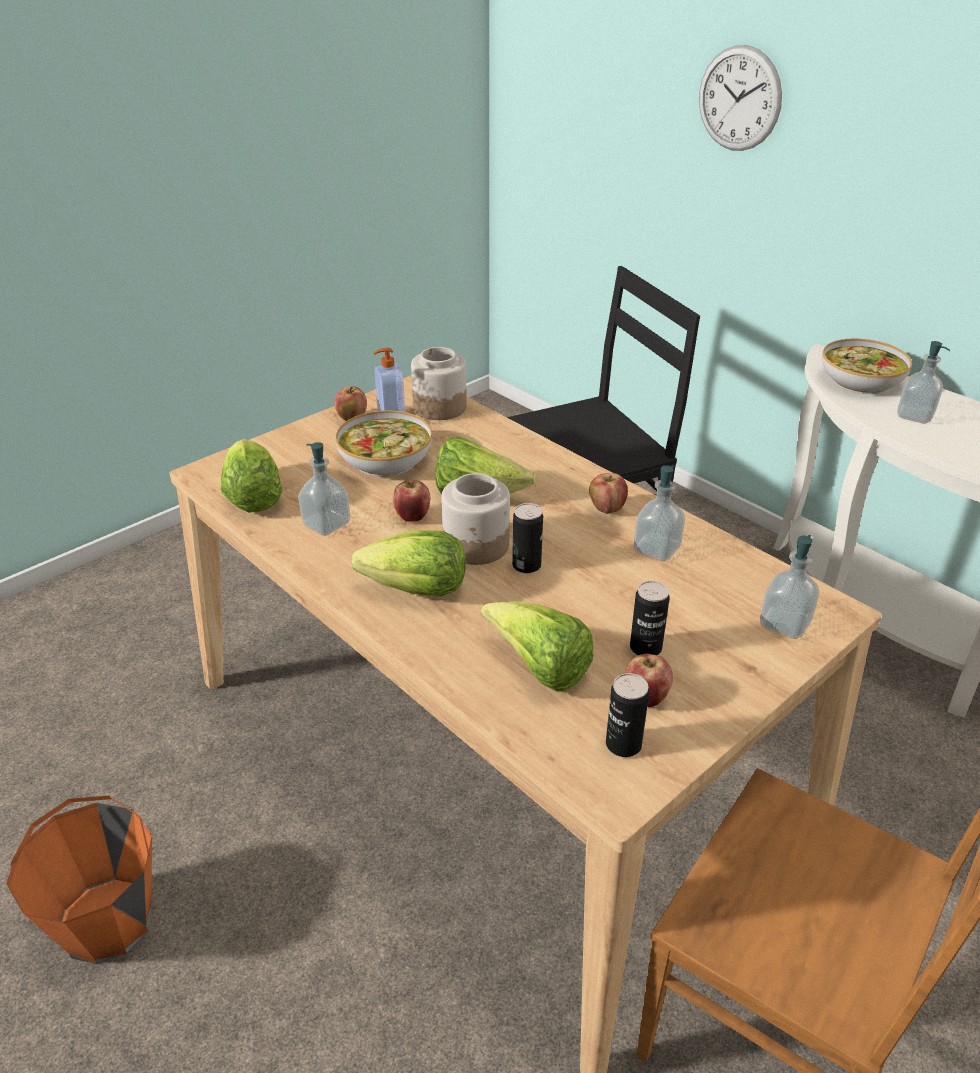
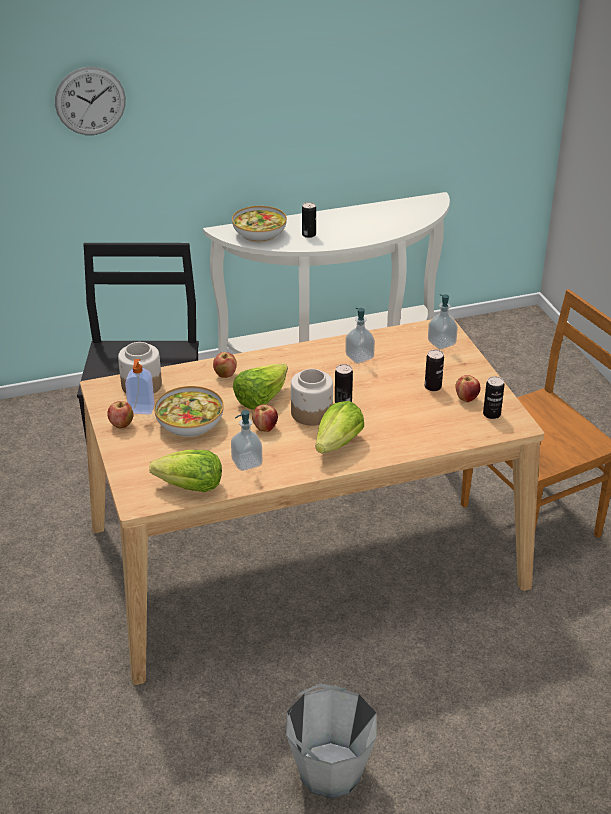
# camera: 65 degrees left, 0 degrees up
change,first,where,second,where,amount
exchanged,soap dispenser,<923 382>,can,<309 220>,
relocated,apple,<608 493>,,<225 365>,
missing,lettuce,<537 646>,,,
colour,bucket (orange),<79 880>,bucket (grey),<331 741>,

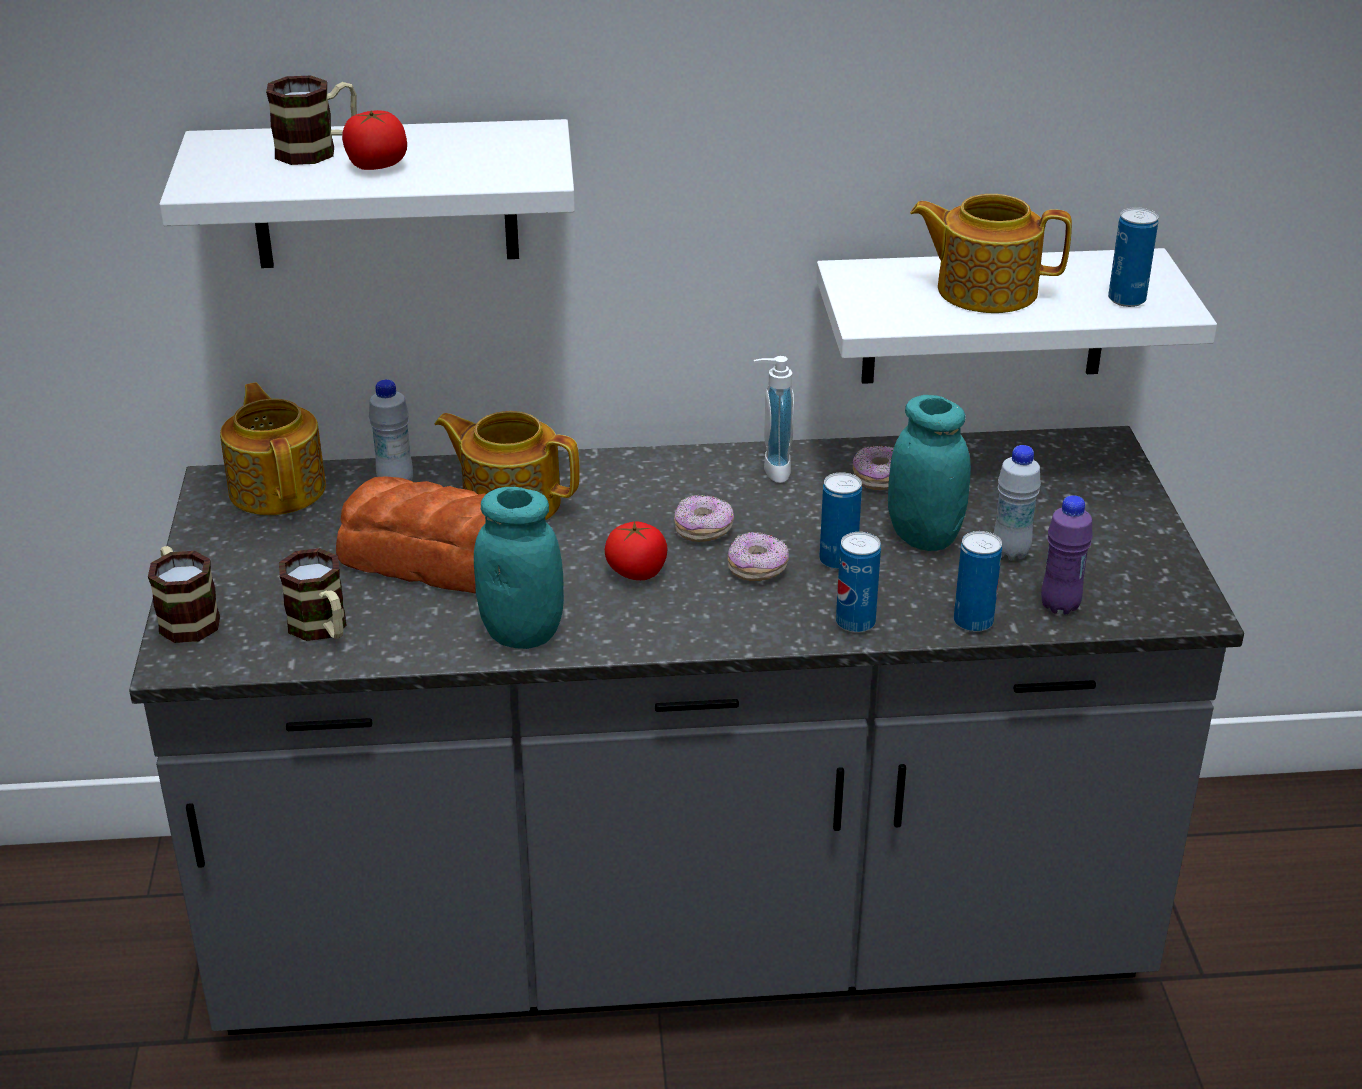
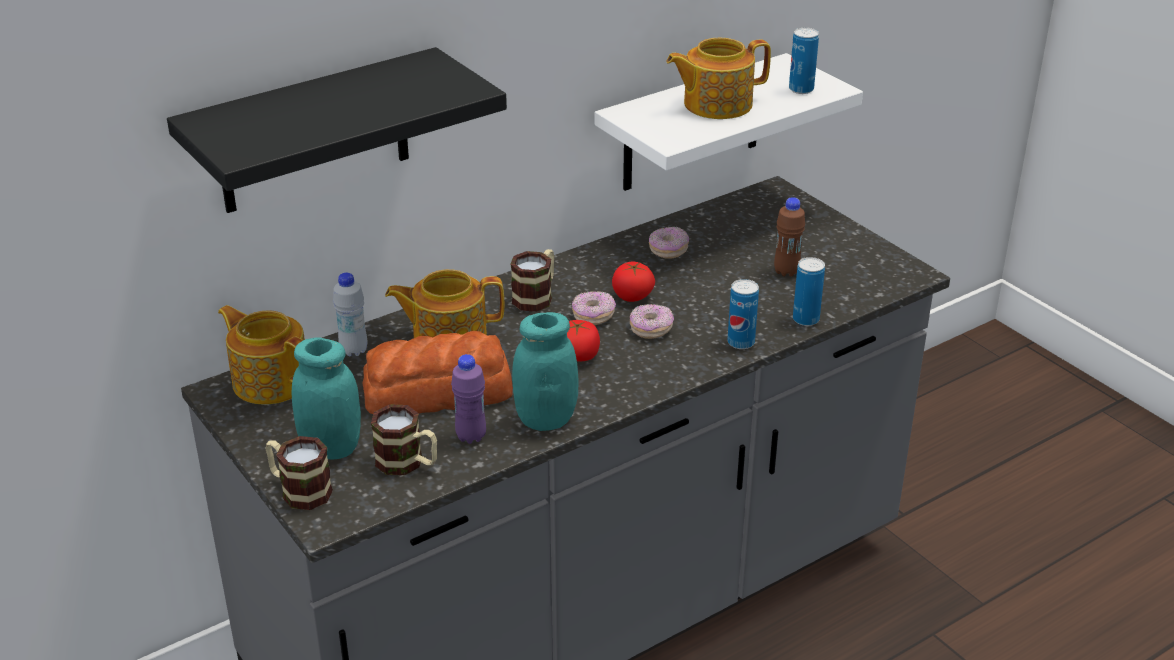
# camera: 30 degrees left, 0 degrees up
change,first,where,second,where,amount
relocated,mug,<311 120>,,<532 280>,
relocated,tomato,<374 140>,,<633 282>,
colour,shelf (white),<367 193>,shelf (black),<337 130>,
missing,soap dispenser,<774 419>,,,
relocated,jar (turquoise),<929 473>,,<326 398>,
colour,bottle (white),<1017 502>,bottle (brown),<789 237>,
missing,can,<840 521>,,,
relocated,bottle (purple),<1067 554>,,<468 399>,

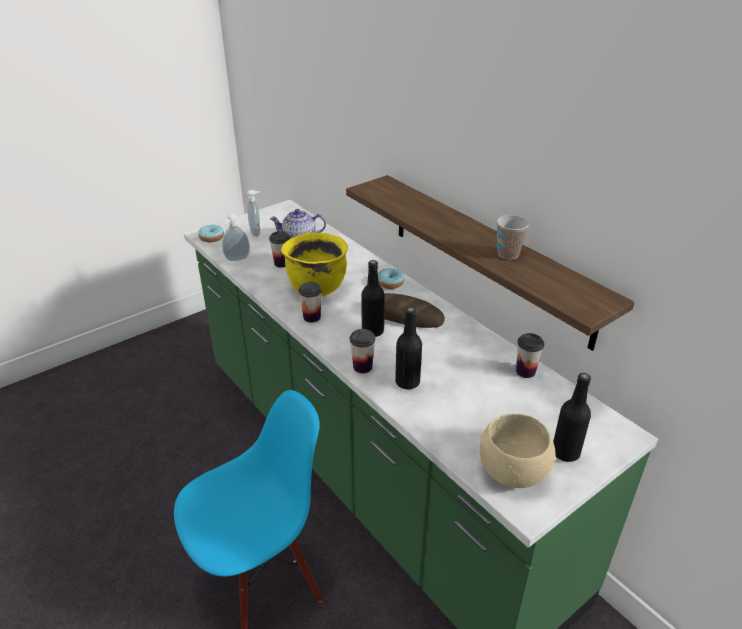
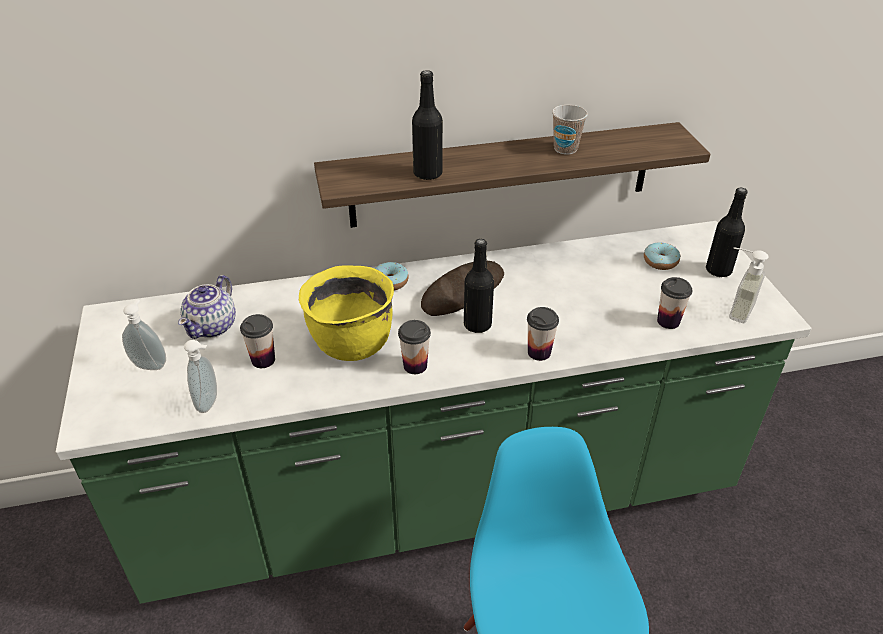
# camera: 65 degrees left, 5 degrees up
change,first,where,second,where,amount
relocated,donut,<211 233>,,<662 256>,
relocated,bottle (black),<408 348>,,<427 125>,
relocated,cup,<530 355>,,<674 303>,
exchanged,bowl (beige),<517 451>,soap dispenser,<748 285>,

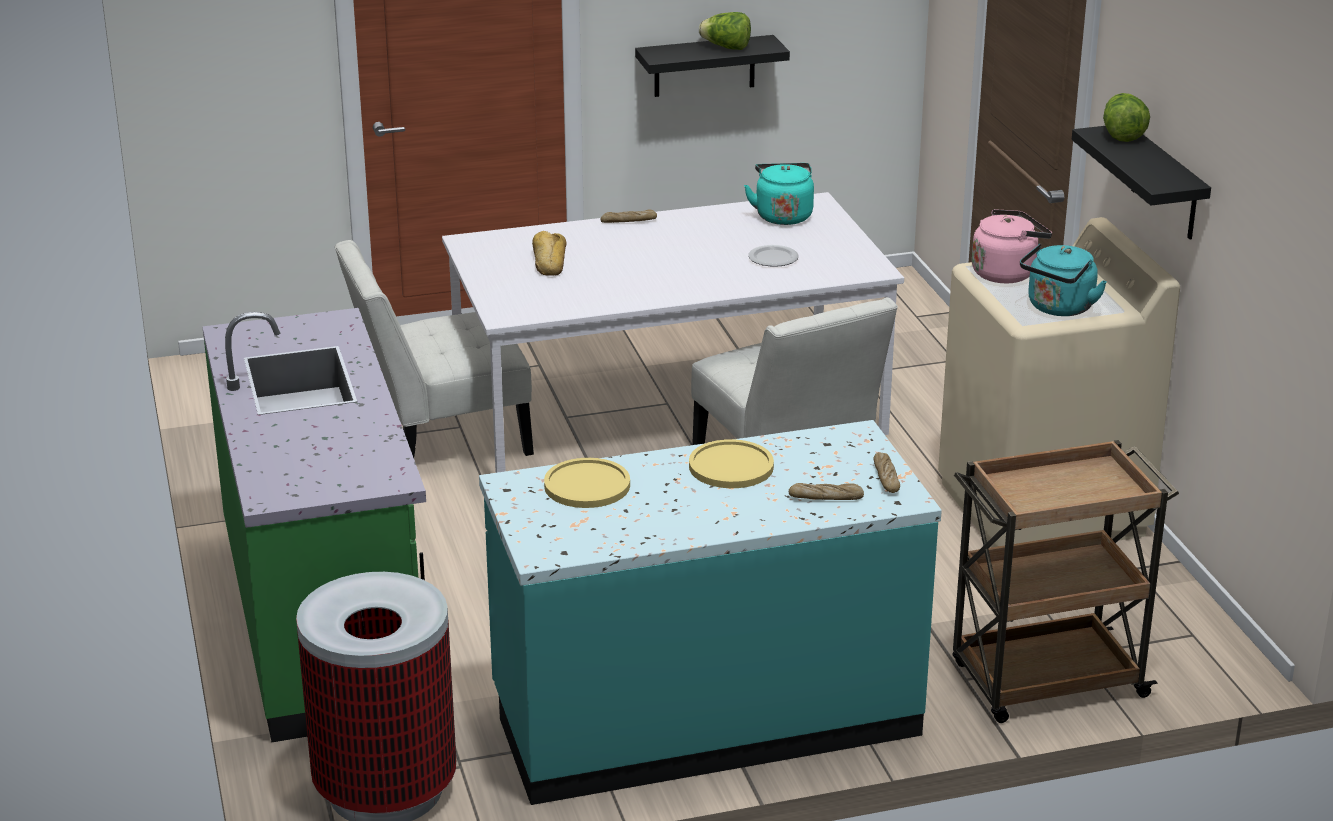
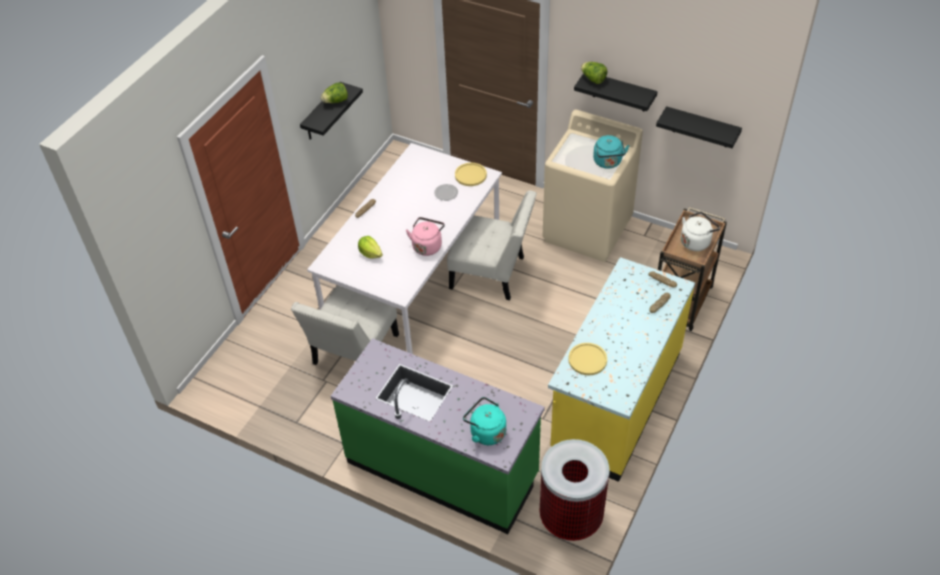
# camera: 45 degrees left, 20 degrees up
change,first,where,second,where,amount
relocated,kettle (turquoise),<779 194>,,<484 421>,
relocated,kettle (pink),<1012 246>,,<425 236>,
exchanged,bread,<549 253>,lettuce,<370 247>,
colour,counter (turquoise),<710 612>,counter (yellow),<621 369>,
relocated,plate (yellow),<731 463>,,<471 174>,
appeared,,,shelf (black),<699 127>,
appeared,,,kettle (white),<700 231>,

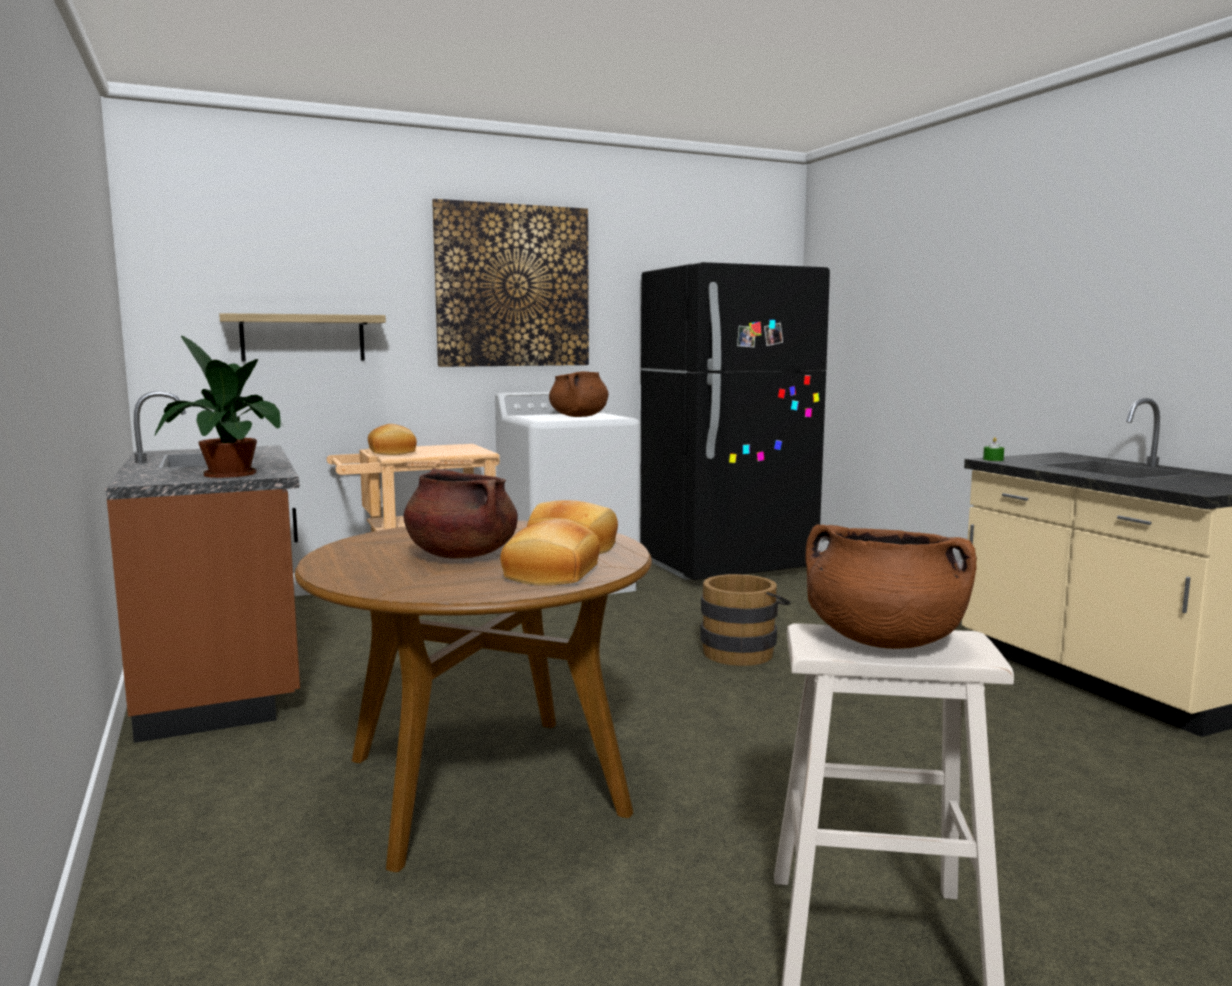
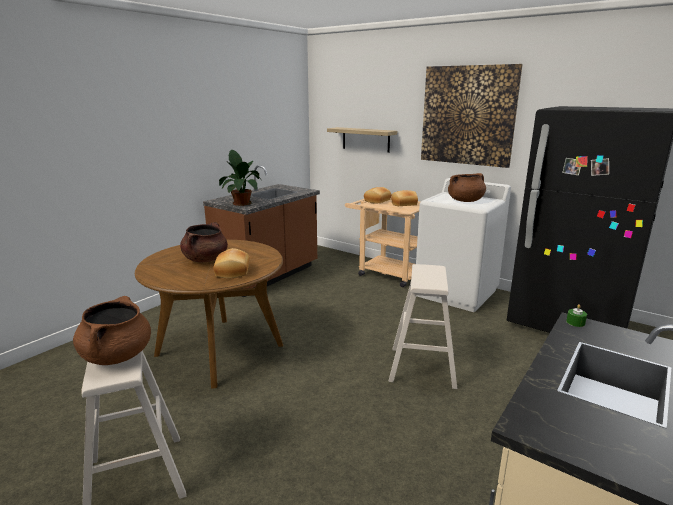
# camera: 60 degrees right, 10 degrees up
change,first,where,second,where,amount
relocated,bread,<550 552>,,<404 198>,
exchanged,bucket (brown),<745 620>,stool (beige),<423 326>,

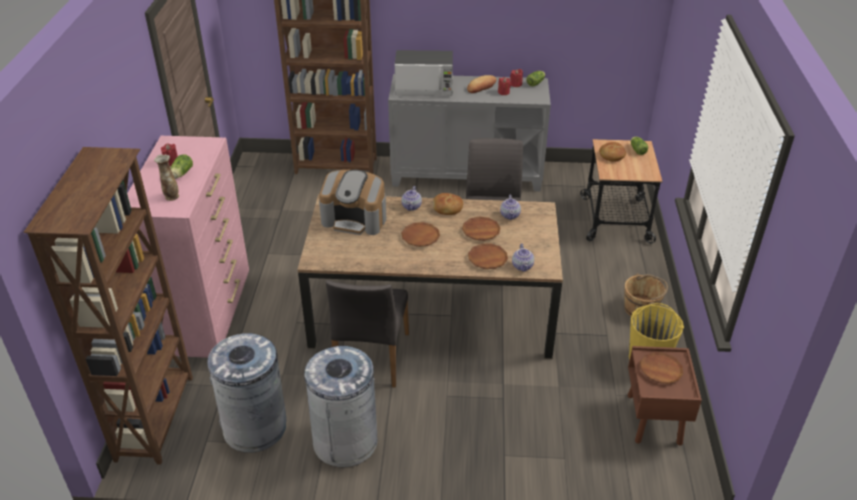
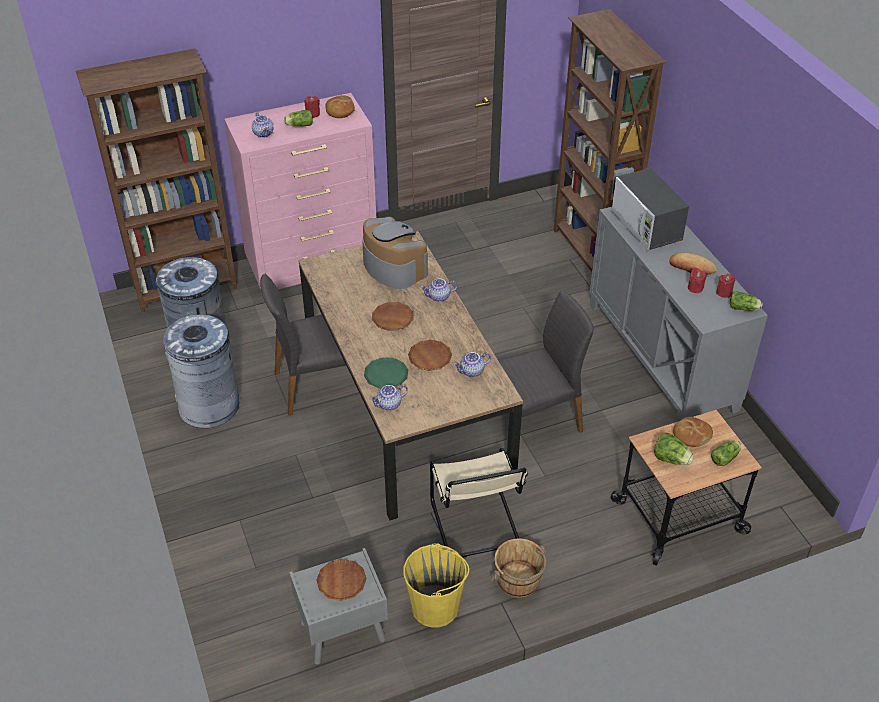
# camera: 65 degrees right, 5 degrees up
change,first,where,second,where,amount
exchanged,vase,<166 177>,teapot,<262 125>,
spun,coffee machine,<352 202>,,<395 253>,150 degrees clockwise
relocated,bread,<448 204>,,<340 106>,
colour,plate (brown),<488 256>,plate (green),<386 373>,
colour,nightstand (brown),<665 396>,nightstand (grey),<338 606>,
appeared,,,lettuce,<674 449>,
appeared,,,chair (beige),<479 503>,

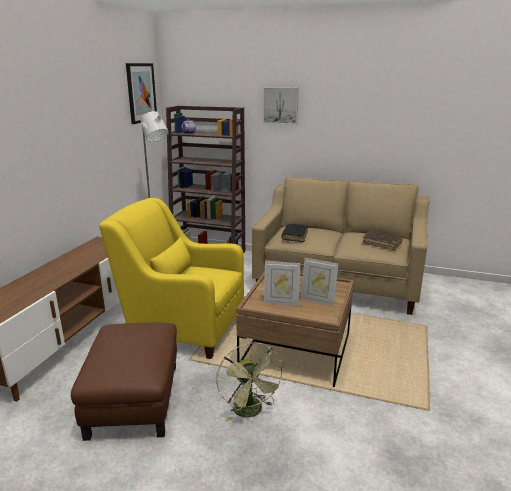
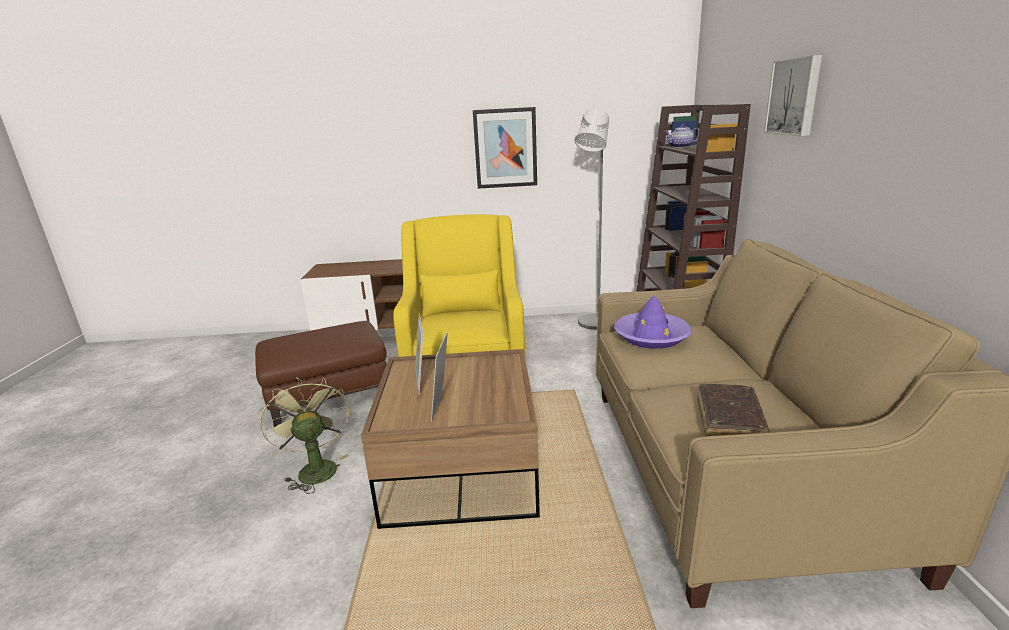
# camera: 70 degrees right, 0 degrees up
change,first,where,second,where,amount
relocated,picture,<141 93>,,<505 148>,
exchanged,book (black),<294 233>,hat (purple),<653 322>,
spun,fan (green),<250 382>,,<304 435>,105 degrees clockwise

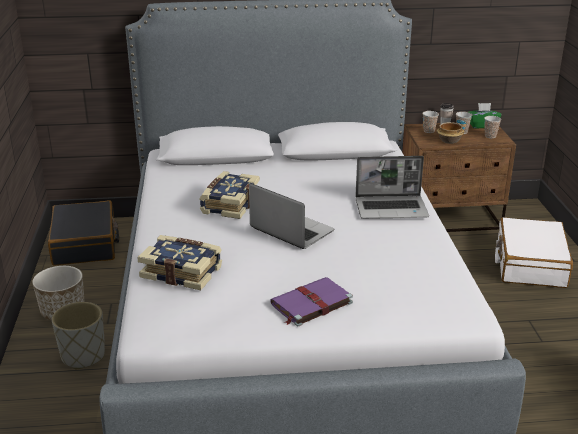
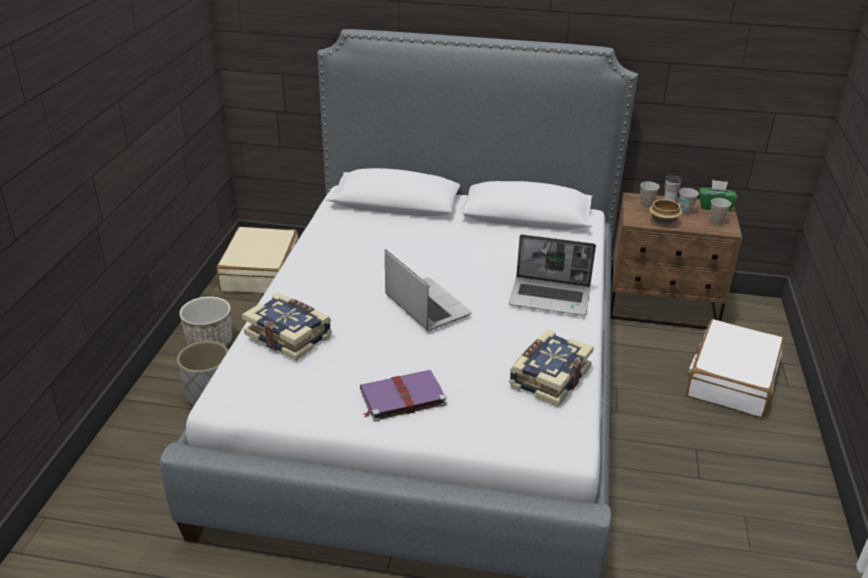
# camera: 15 degrees right, 5 degrees up
change,first,where,second,where,amount
relocated,book,<229 195>,,<551 368>,
colour,suitcase (black),<83 233>,suitcase (beige),<257 260>,

